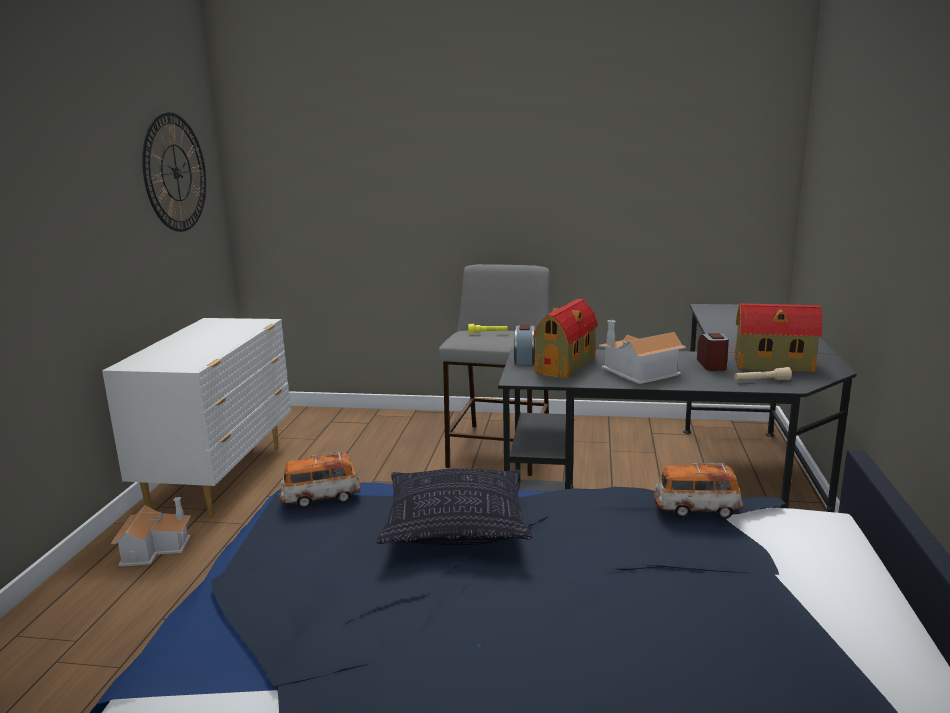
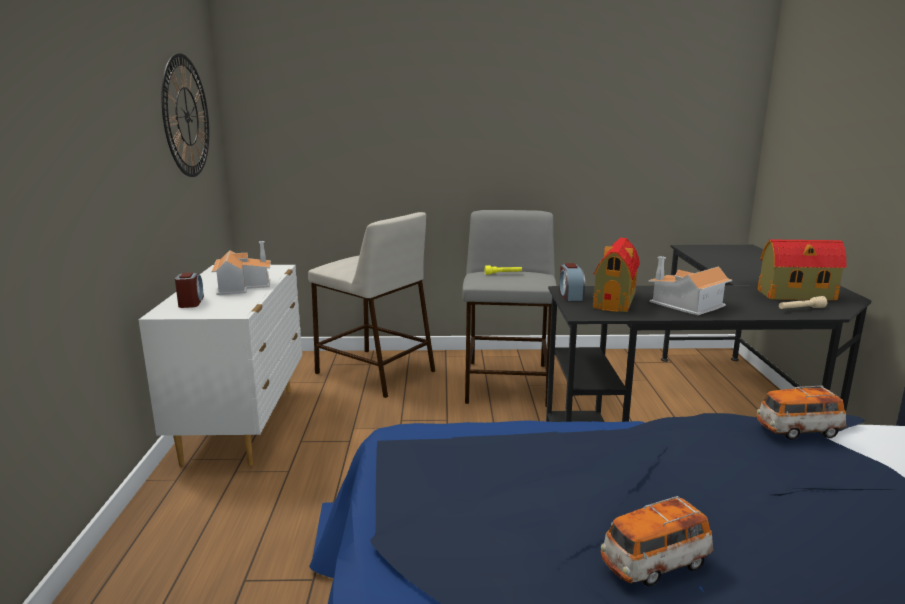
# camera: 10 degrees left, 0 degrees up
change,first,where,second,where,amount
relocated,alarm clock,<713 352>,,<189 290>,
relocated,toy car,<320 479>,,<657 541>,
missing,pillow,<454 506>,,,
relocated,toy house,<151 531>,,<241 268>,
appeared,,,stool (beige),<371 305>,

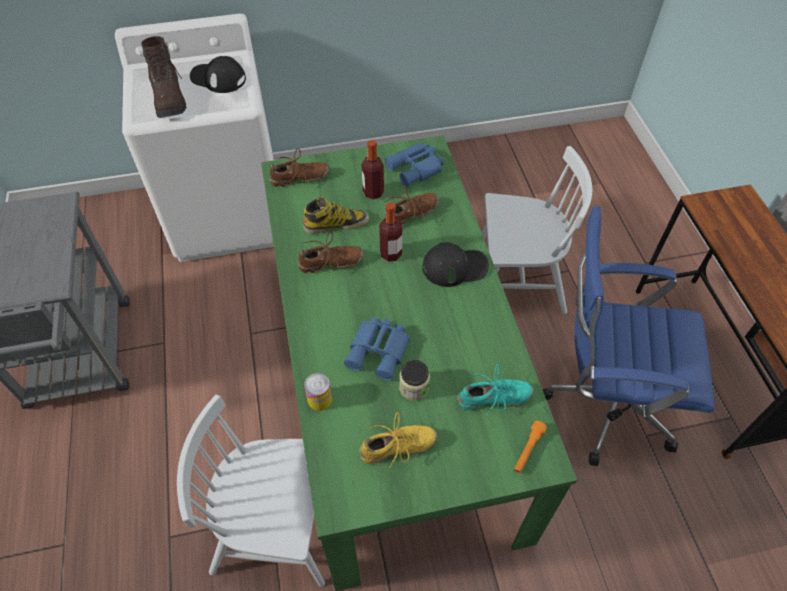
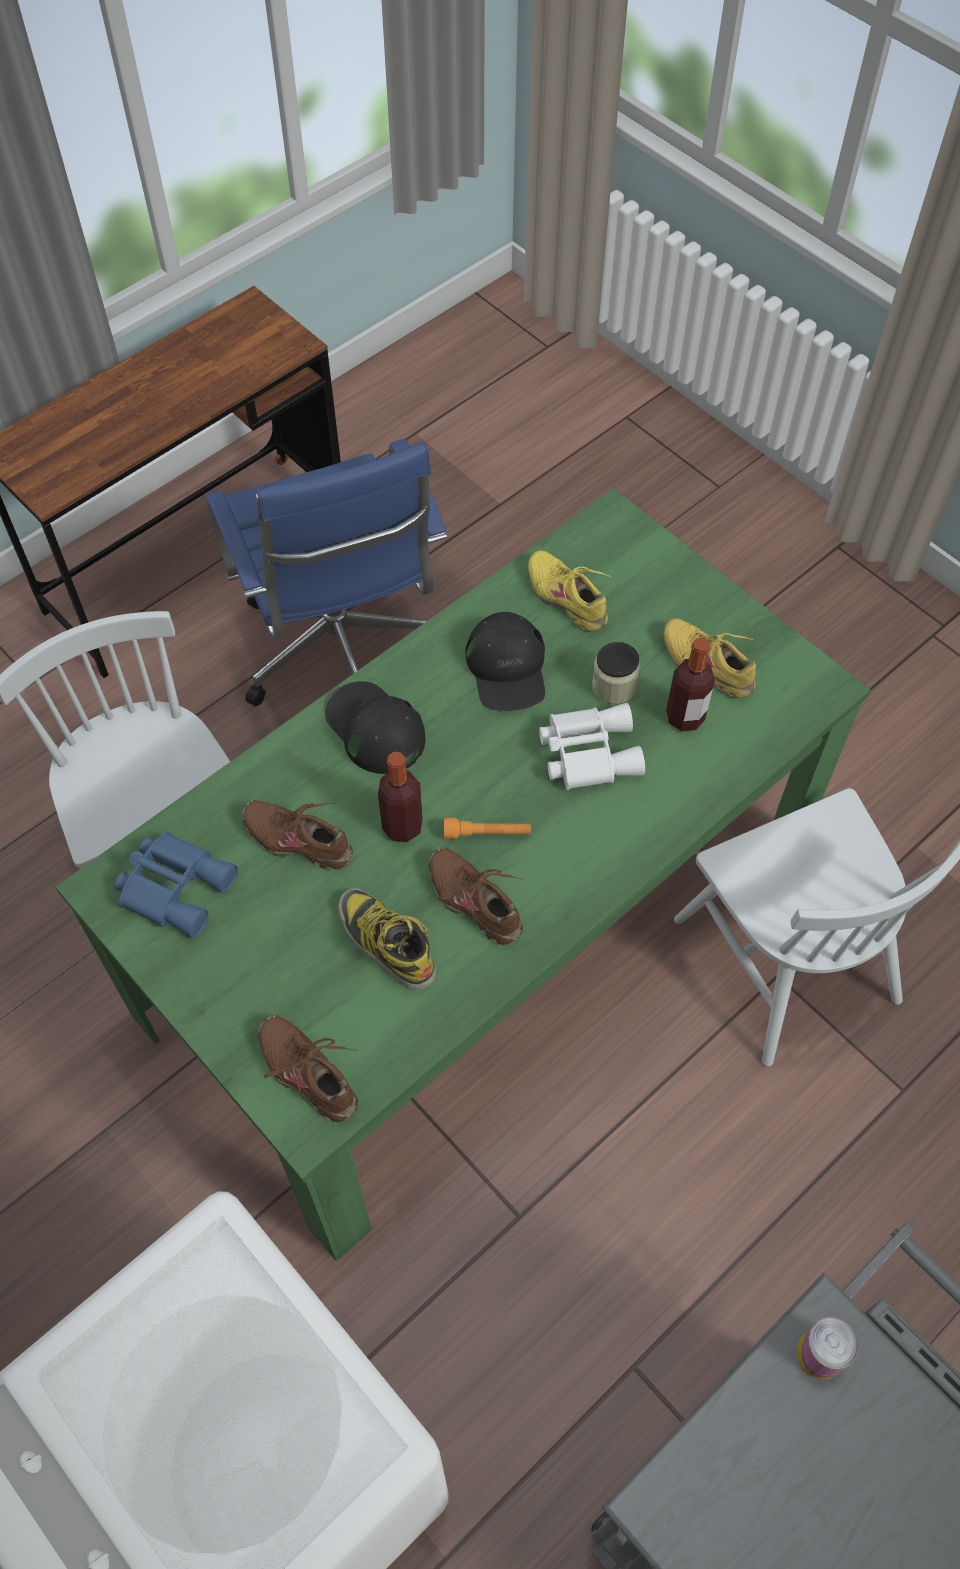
# camera: 120 degrees left, 5 degrees up
change,first,where,second,where,amount
missing,boot (brown),<164 77>,,,
relocated,cap (black),<218 74>,,<505 661>,
relocated,bottle,<373 169>,,<690 684>,
colour,binoculars (blue),<377 349>,binoculars (white),<592 746>,
colour,shoe (turquoise),<495 389>,shoe (yellow),<569 591>,
relocated,can,<318 392>,,<827 1348>,
relocated,flashlight (orange),<530 447>,,<487 828>,

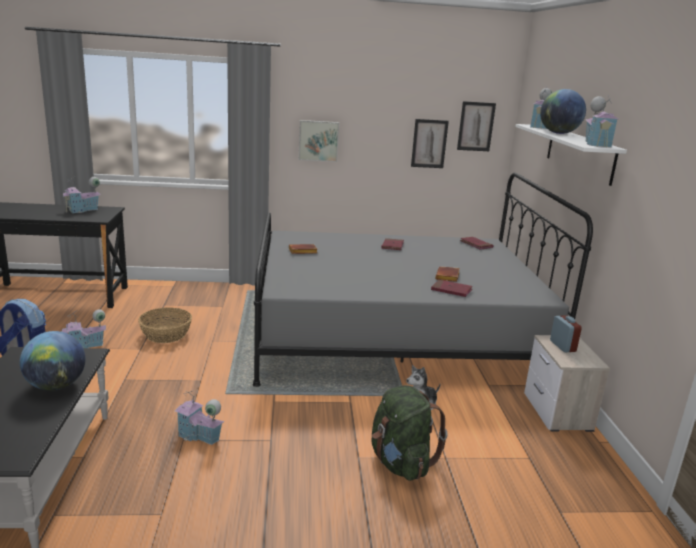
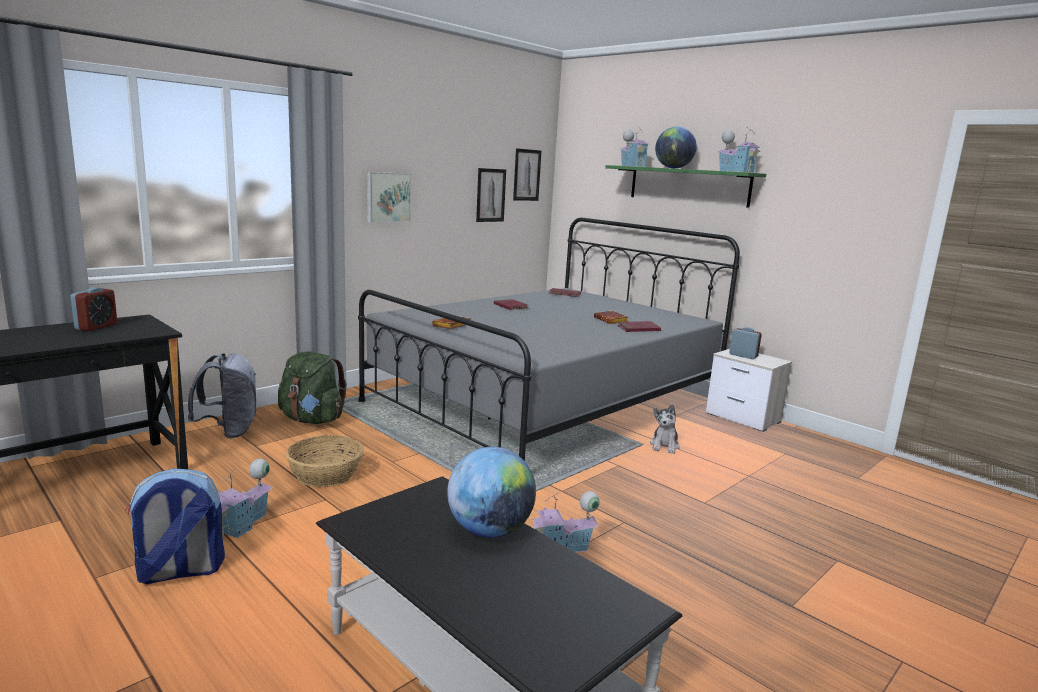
# camera: 40 degrees left, 5 degrees down
change,first,where,second,where,amount
colour,shelf (white),<571 155>,shelf (green),<685 186>,
exchanged,toy house,<81 194>,alarm clock,<93 309>,
relocated,backpack (green),<409 433>,,<312 388>,
appeared,,,backpack (grey),<221 396>,

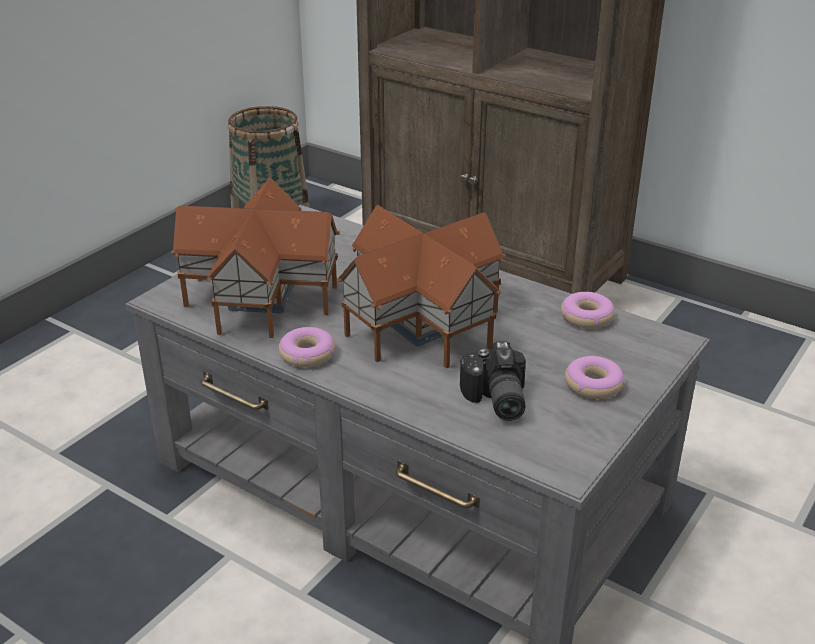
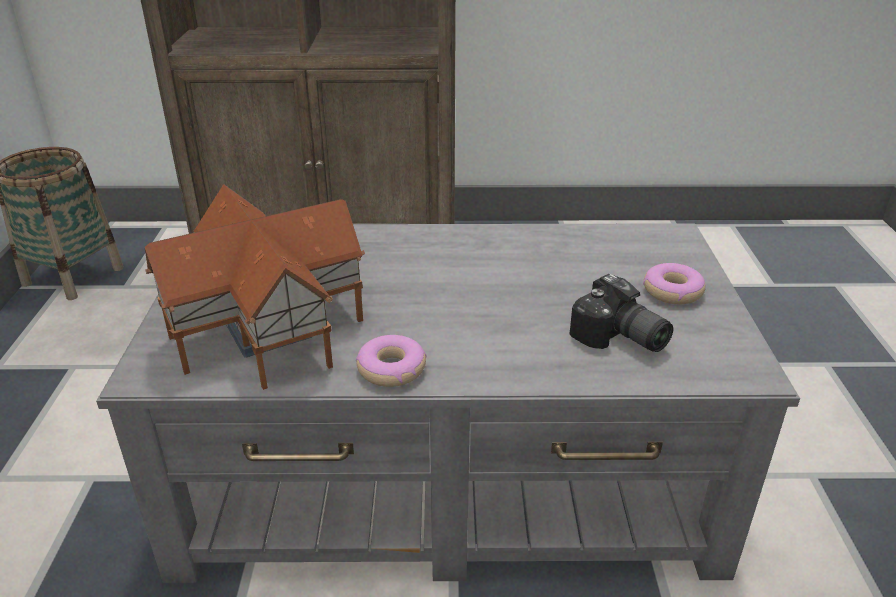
# camera: 35 degrees left, 0 degrees up
change,first,where,second,where,amount
missing,toy house,<421 286>,,,
missing,donut,<588 310>,,,

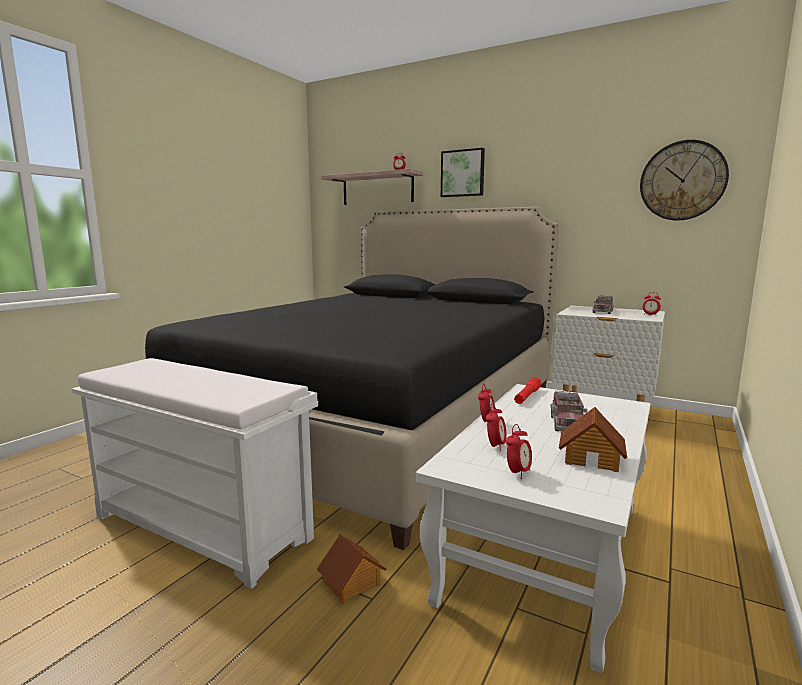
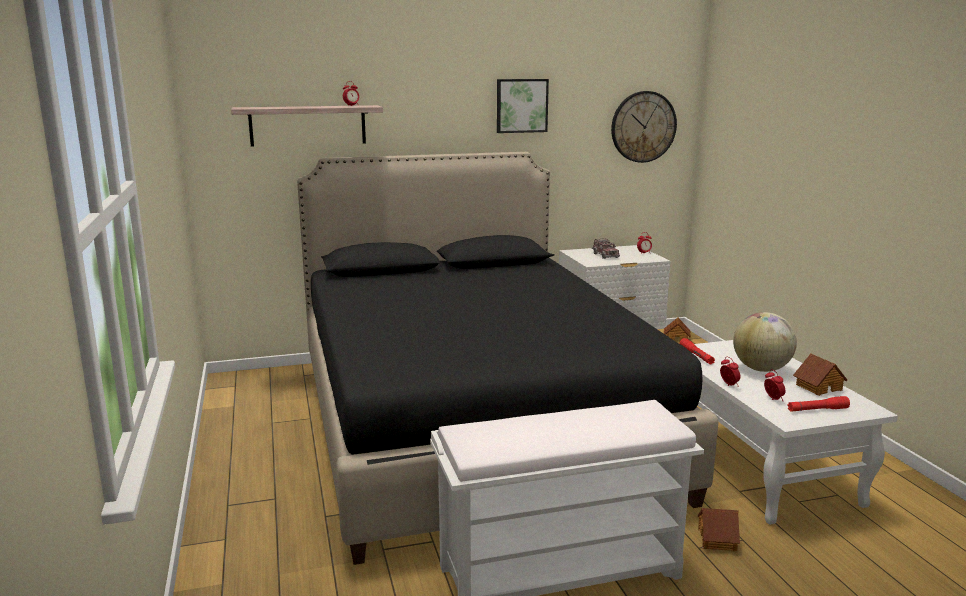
# camera: 45 degrees left, 5 degrees up
change,first,where,second,where,amount
relocated,picture,<463 172>,,<523 106>,
exchanged,toy truck,<568 411>,globe,<765 342>,
exchanged,alarm clock,<519 451>,flashlight (red),<819 404>,
appeared,,,toy house,<677 330>,

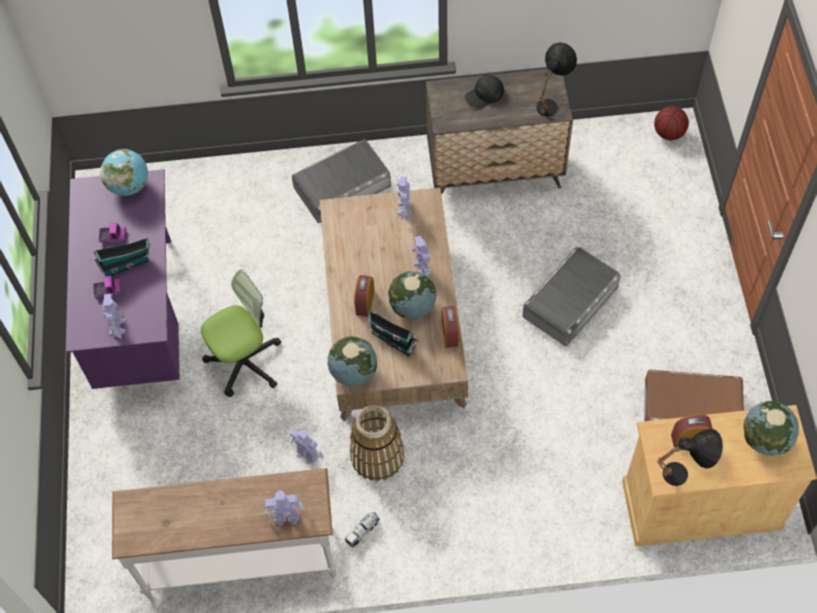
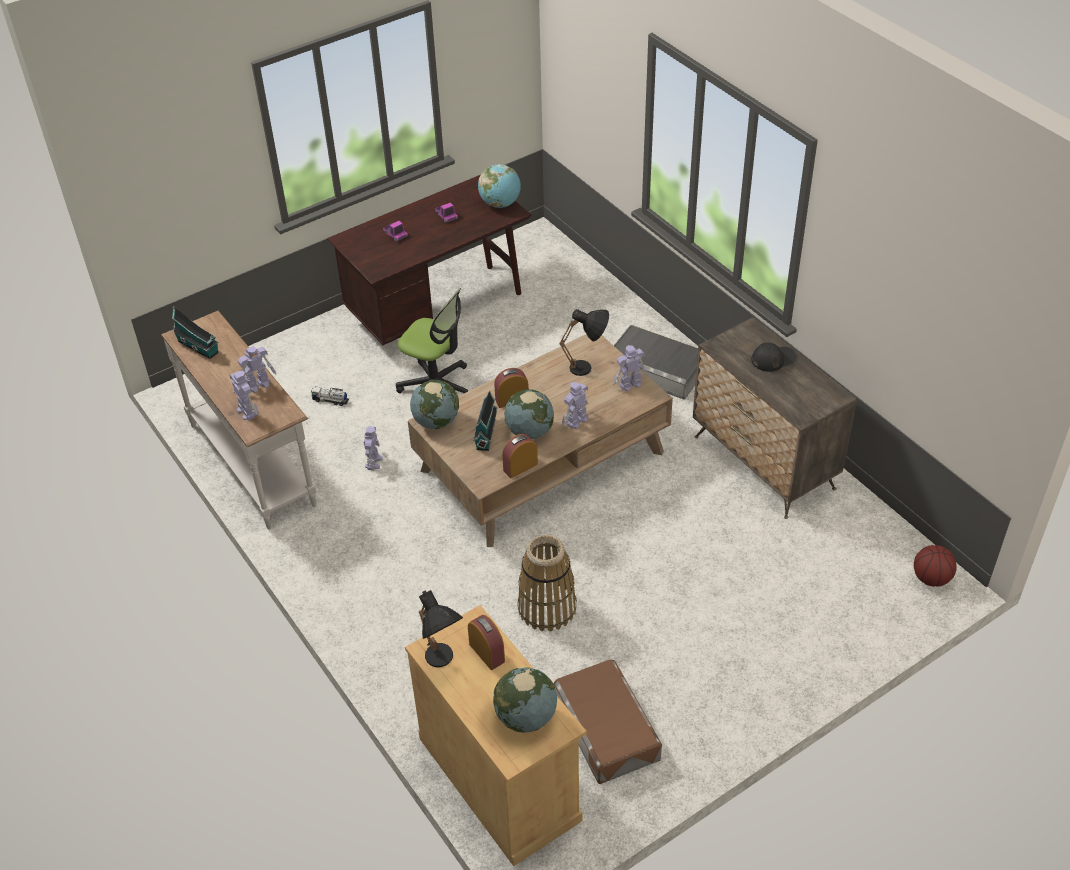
# camera: 60 degrees right, 15 degrees down
change,first,where,second,where,amount
relocated,table lamp (black),<556 79>,,<584 342>,
spun,cap (black),<484 92>,,<774 357>,135 degrees clockwise
colour,desk (purple),<123 279>,desk (brown),<429 260>,
relocated,toy house,<121 257>,,<195 332>,
missing,storage box (grey),<572 296>,,,
relocated,toy robot,<114 316>,,<257 369>,
relocated,basket,<377 443>,,<547 583>,
relocated,toy truck,<362 530>,,<330 396>,

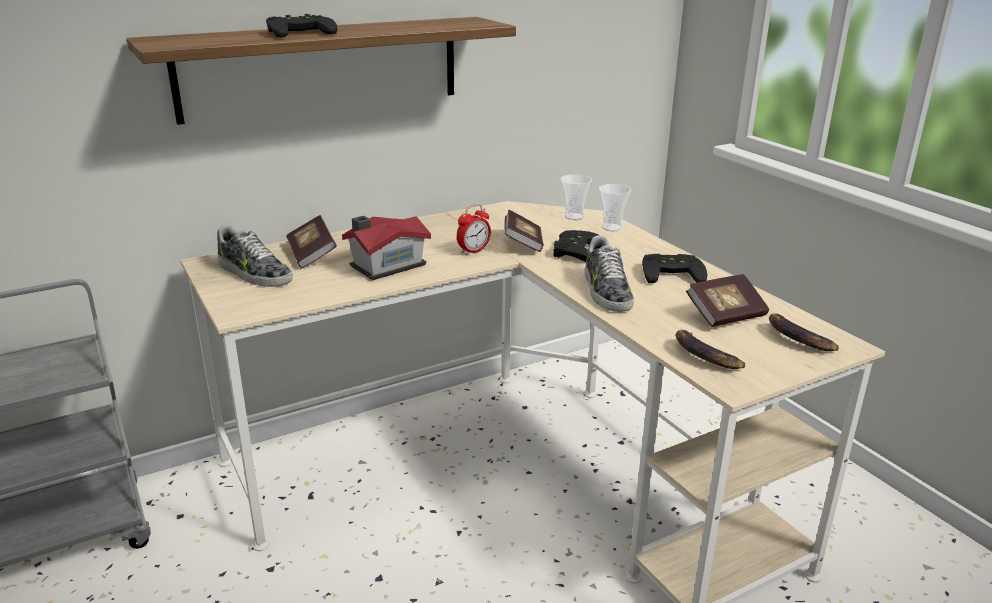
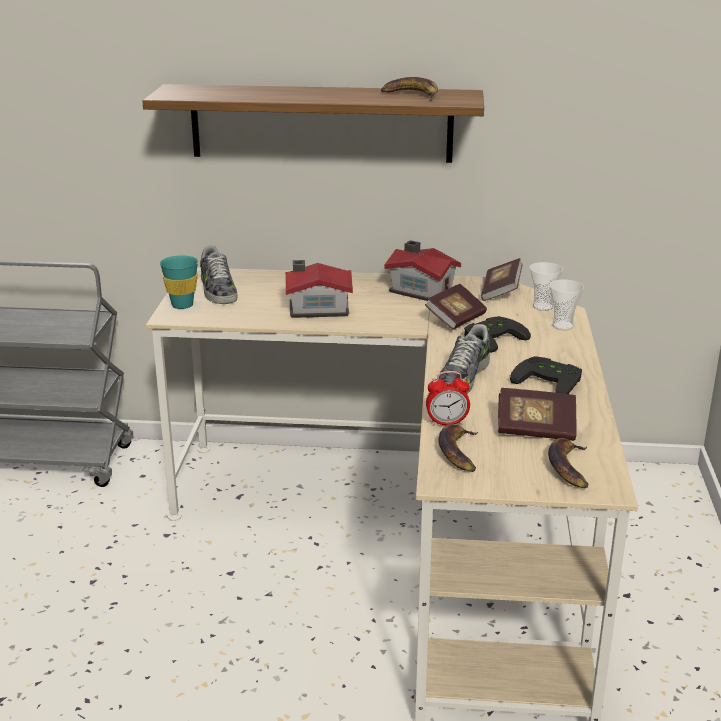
# camera: 35 degrees right, 0 degrees up
change,first,where,second,where,amount
missing,game controller (black),<302 26>,,,
relocated,alarm clock,<474 229>,,<448 398>,
relocated,book,<311 241>,,<502 279>,
appeared,,,banana,<409 89>,
appeared,,,toy house,<422 270>,
appeared,,,cup (turquoise),<179 282>,

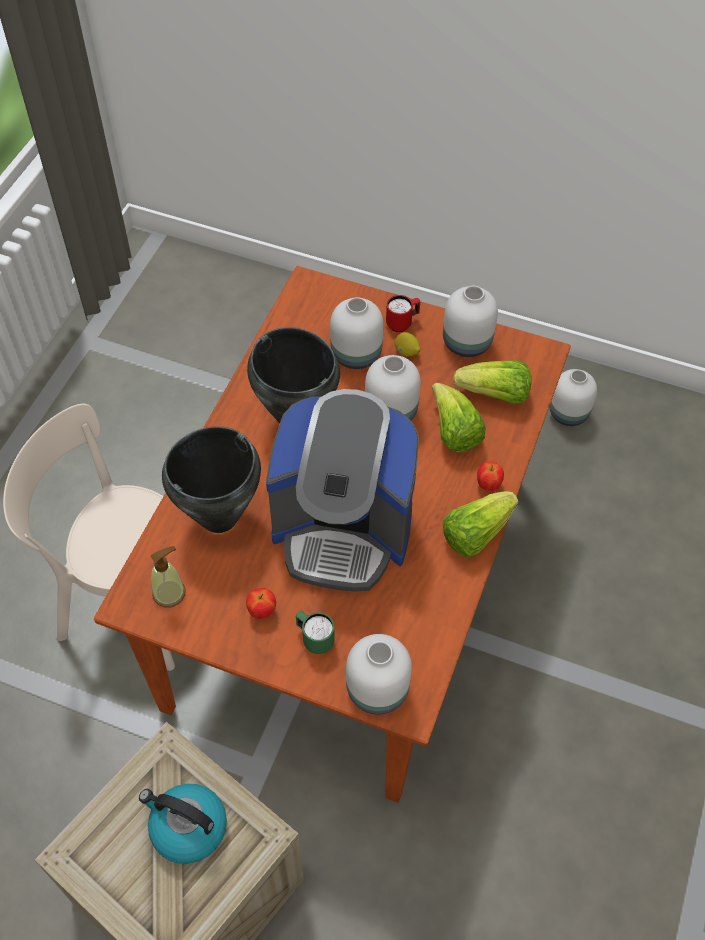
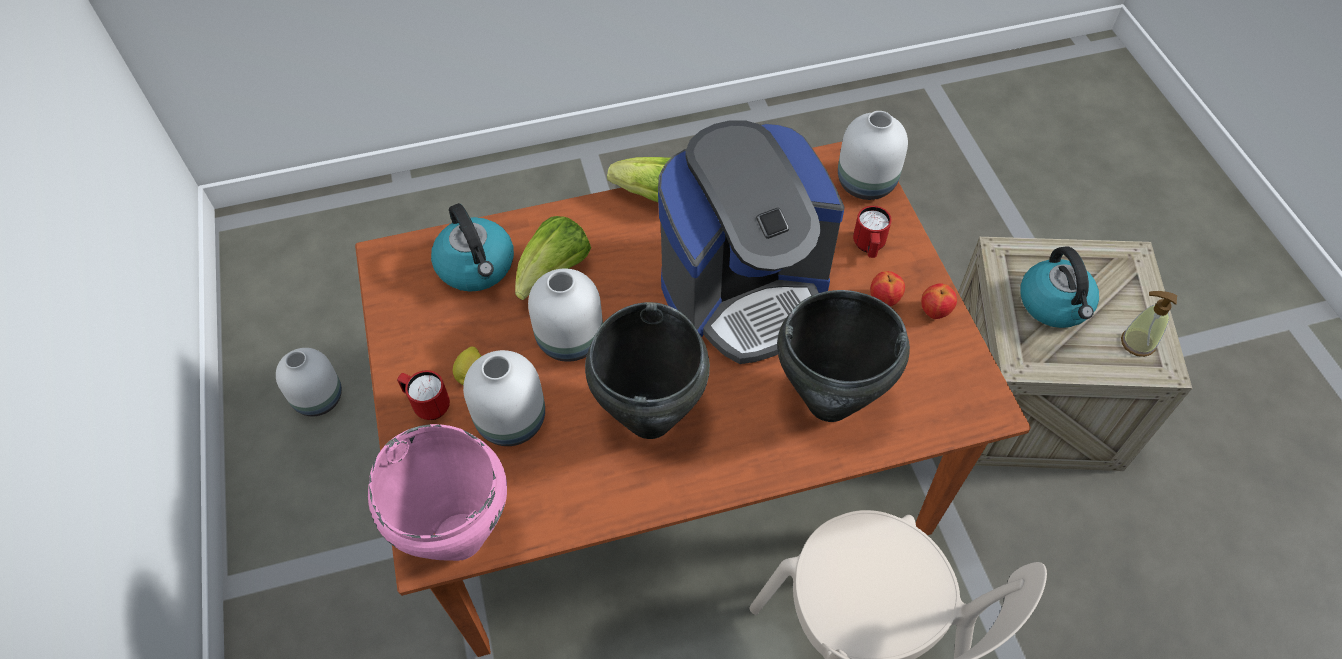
# camera: 125 degrees left, 0 degrees up
change,first,where,second,where,amount
missing,vase (white),<470 321>,,,
exchanged,lettuce,<492 382>,kettle,<472 247>,
spun,coffee machine,<342 490>,,<751 242>,90 degrees clockwise
relocated,apple,<490 476>,,<939 301>,
relocated,soap dispenser,<168 577>,,<1149 324>,
colour,mug (green),<315 632>,mug (red),<872 232>,
appeared,,,cooking pot (pink),<437 492>,

